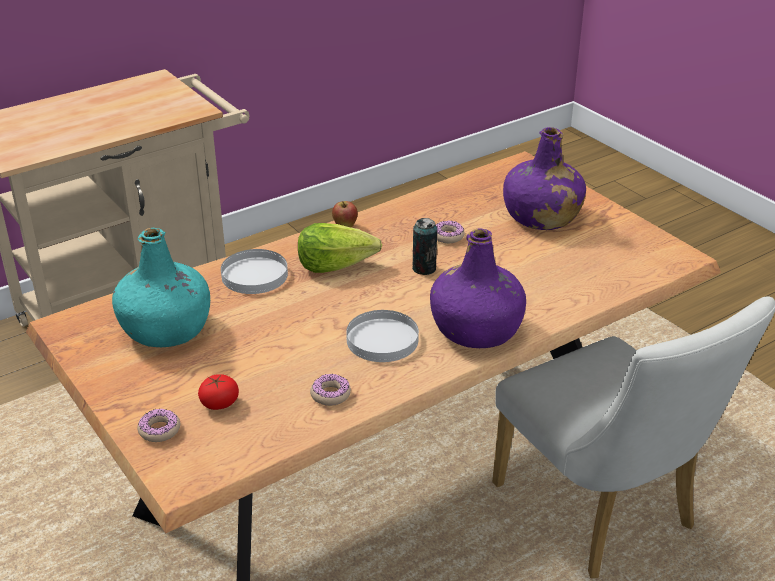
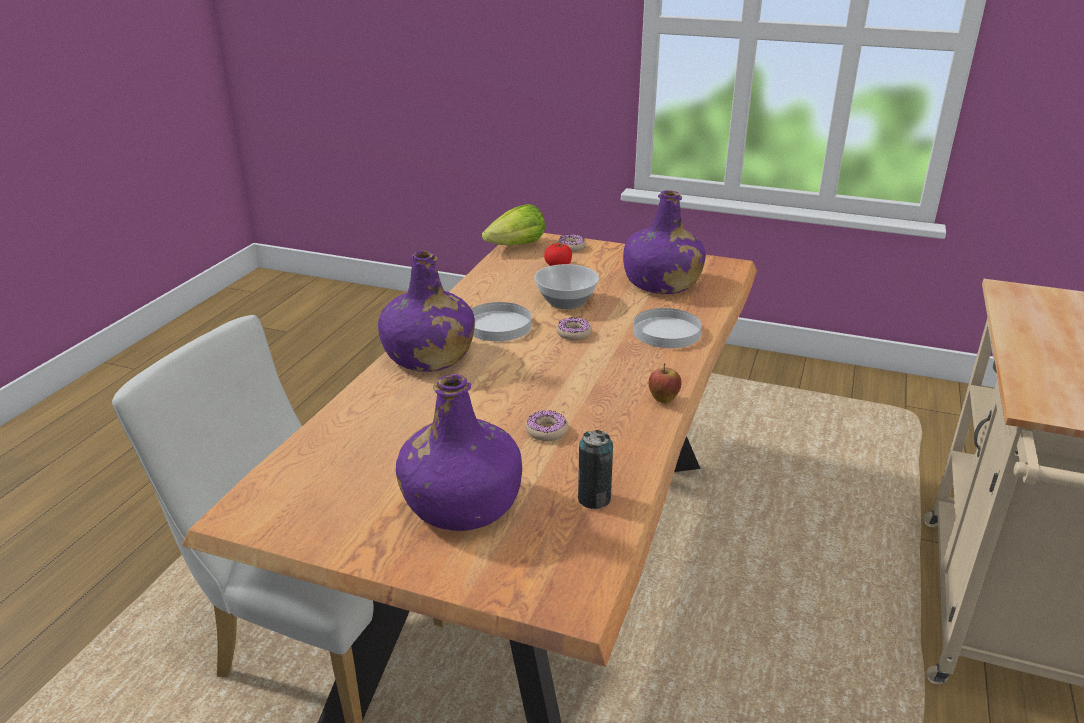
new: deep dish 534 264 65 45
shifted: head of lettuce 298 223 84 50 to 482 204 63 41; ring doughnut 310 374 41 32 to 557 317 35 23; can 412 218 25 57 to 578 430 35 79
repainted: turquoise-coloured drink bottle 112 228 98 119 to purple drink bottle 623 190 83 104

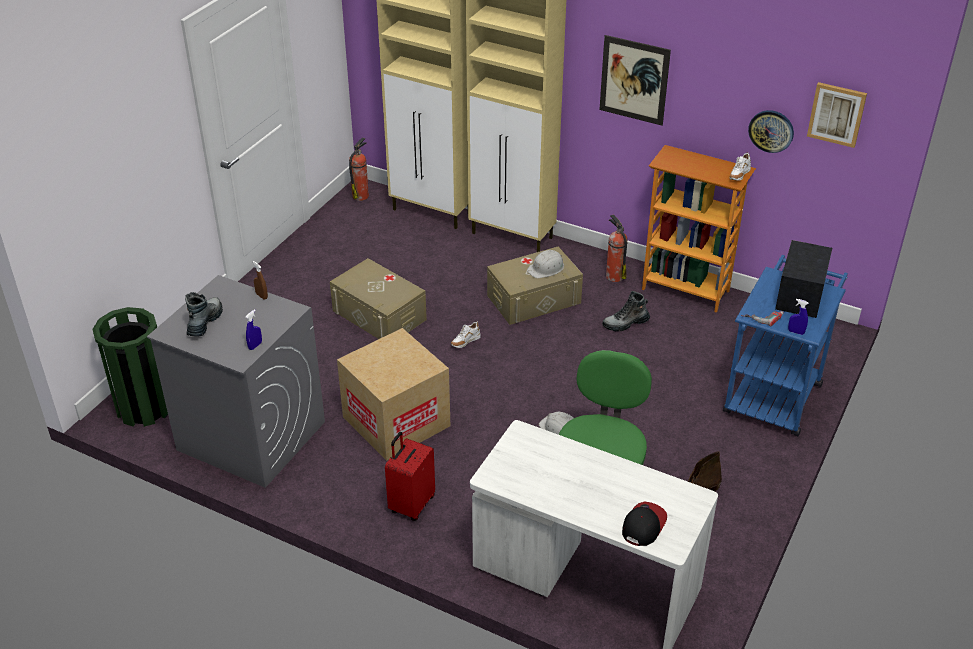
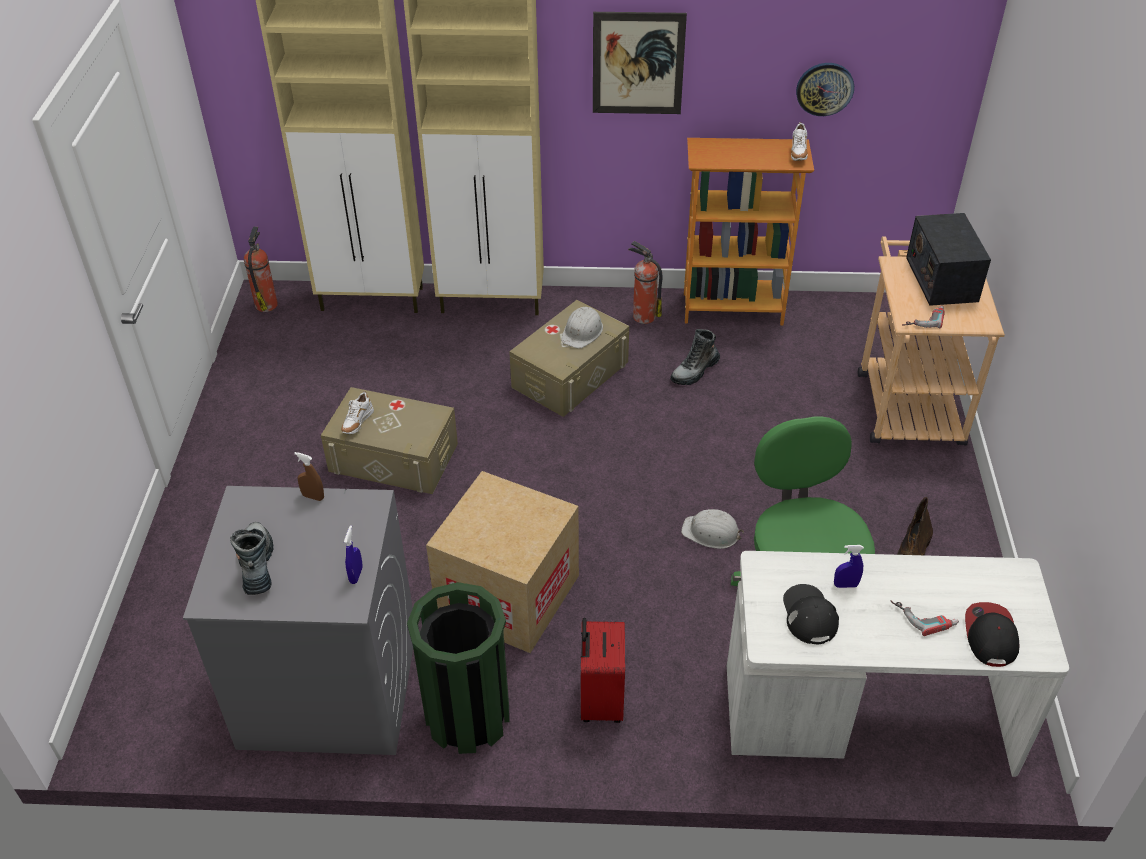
gone: wall art 807 82 60 66
new: black-coloured baseball cap 783 584 56 60; drill 891 600 68 36
shifted: green-coloured waste bin 92 307 76 120 to 407 582 102 172; white-coloured low shoe 451 321 30 27 to 341 391 33 43; bluish sprayer 788 299 20 36 to 834 545 30 43
repainted: bluish trolley 723 255 125 182 to sand-coloured trolley 858 236 147 210

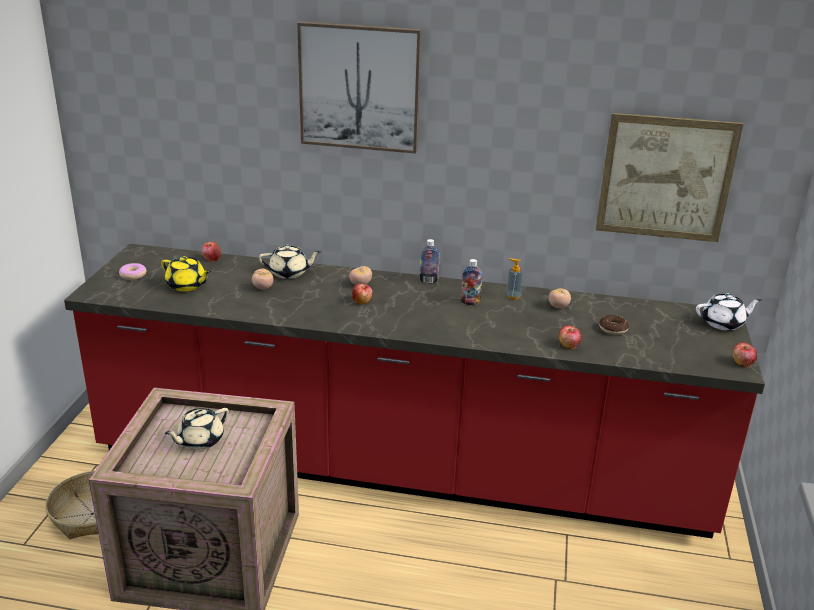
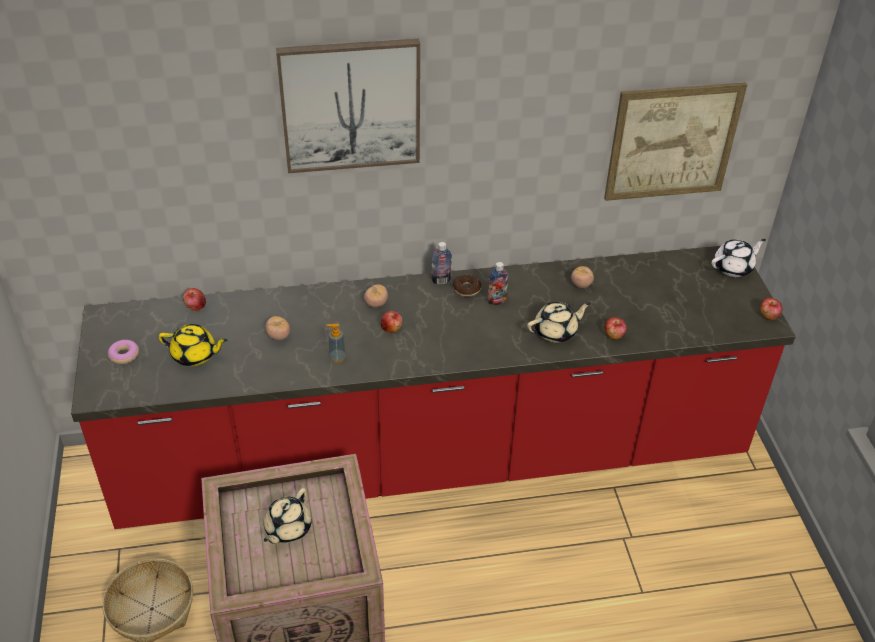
shifted: sand-coloured teapot 259 245 62 34 to 527 302 64 40; liquid soap bottle 506 258 17 42 to 326 324 20 39; ring doughnut 599 315 30 20 to 453 275 28 22

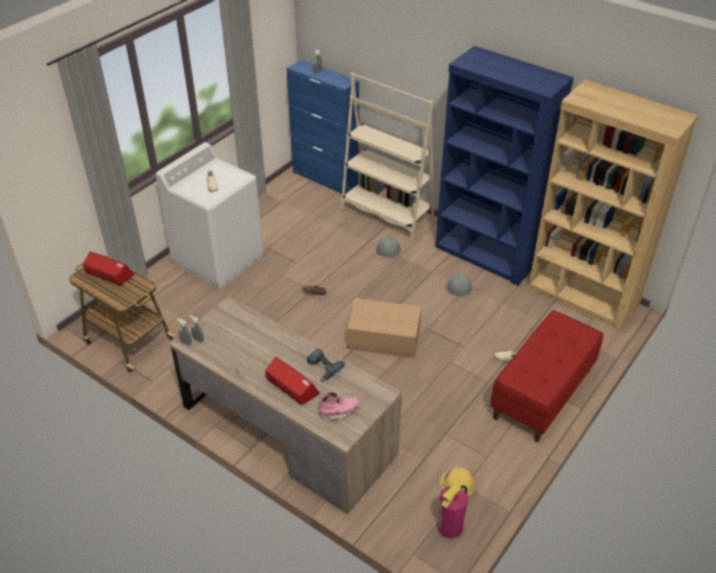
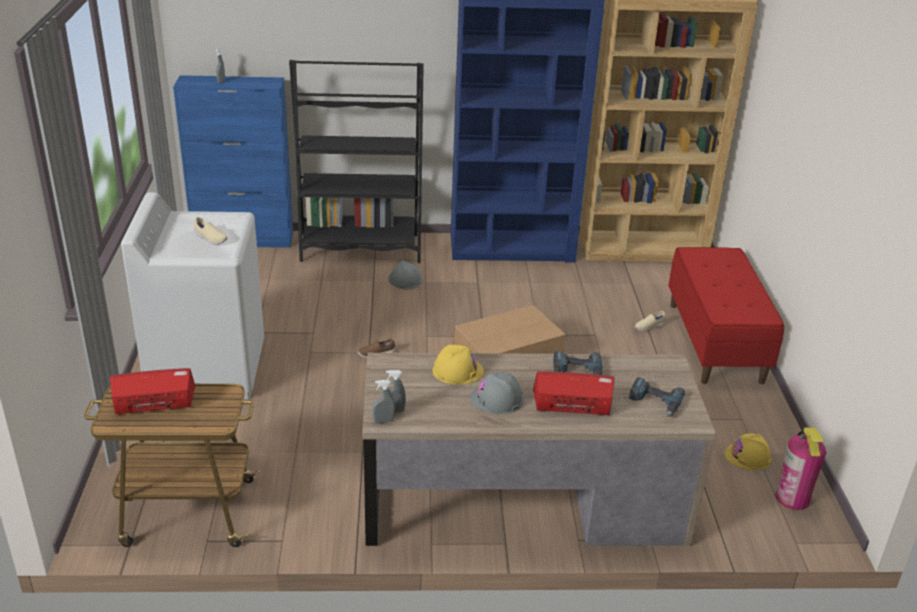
new: yellowish safety helmet 432 345 52 40
shifted: grey safety helmet 445 274 27 23 to 470 372 54 42
swapped: pink tall boot 319 392 40 30 to drill 629 377 56 40
repainted: sand-coloured shelving unit 340 72 95 169 to black-coloured shelving unit 289 60 135 203

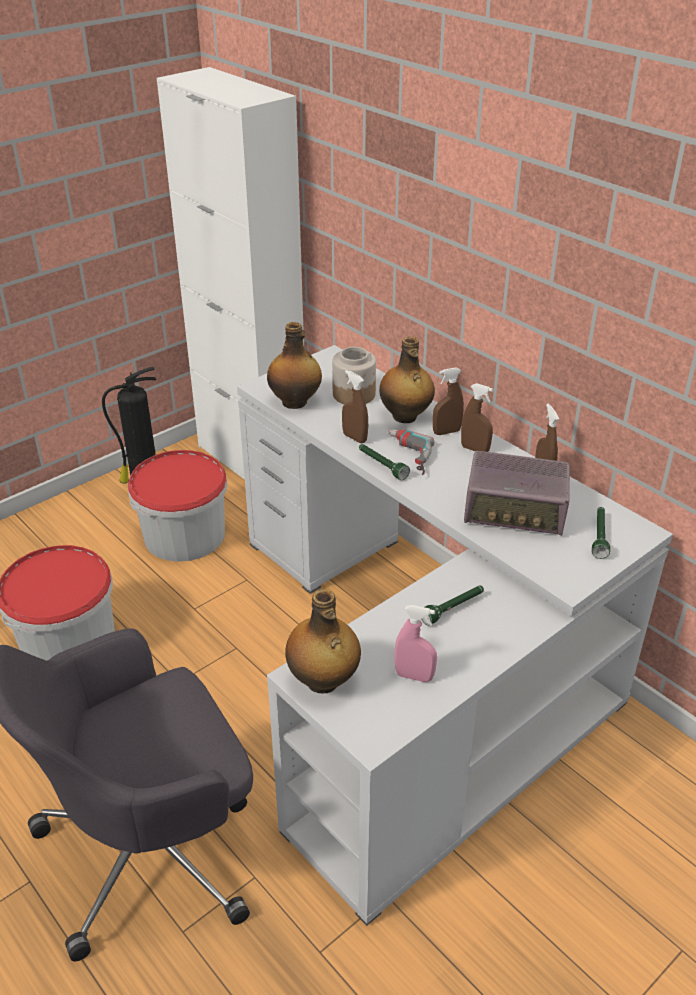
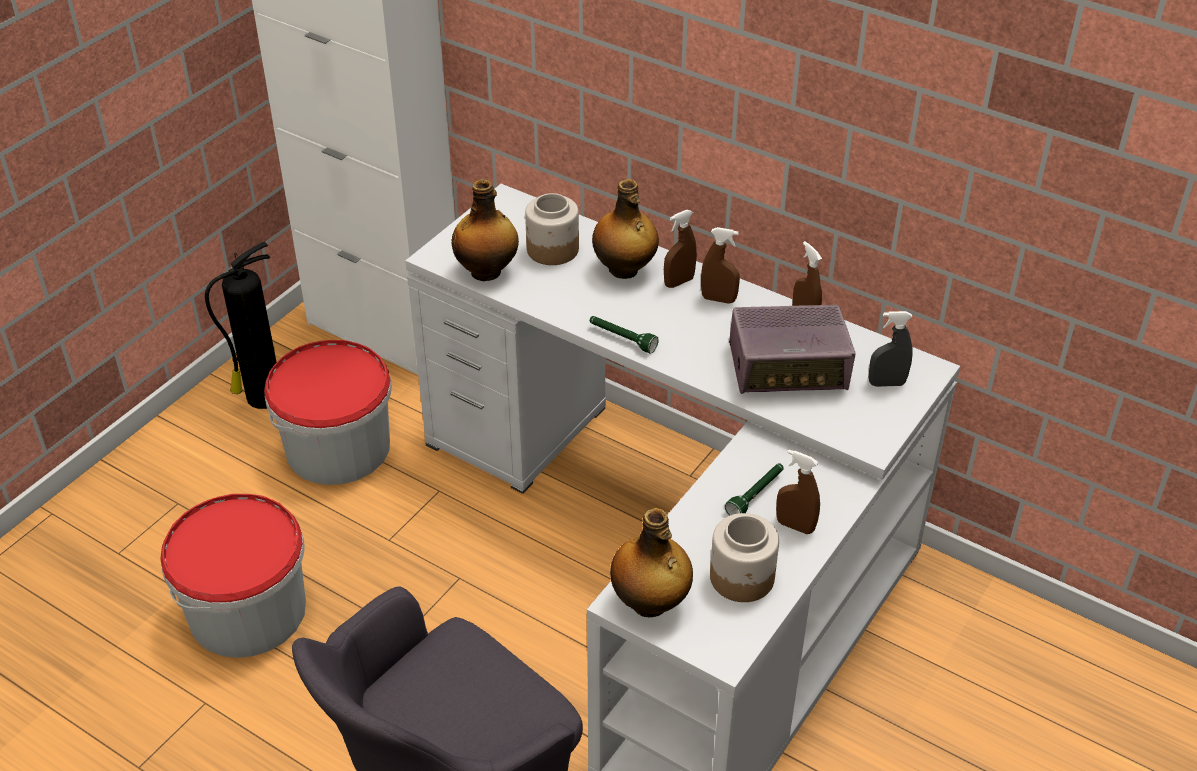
gone: drill 388 429 46 46
shifted: brown sprayer 342 370 26 73 to 776 449 44 85
swapped: pink sprayer 394 605 43 77 to jar 710 513 69 89; green-coloured torch 592 507 18 52 to grey sprayer 869 311 44 76

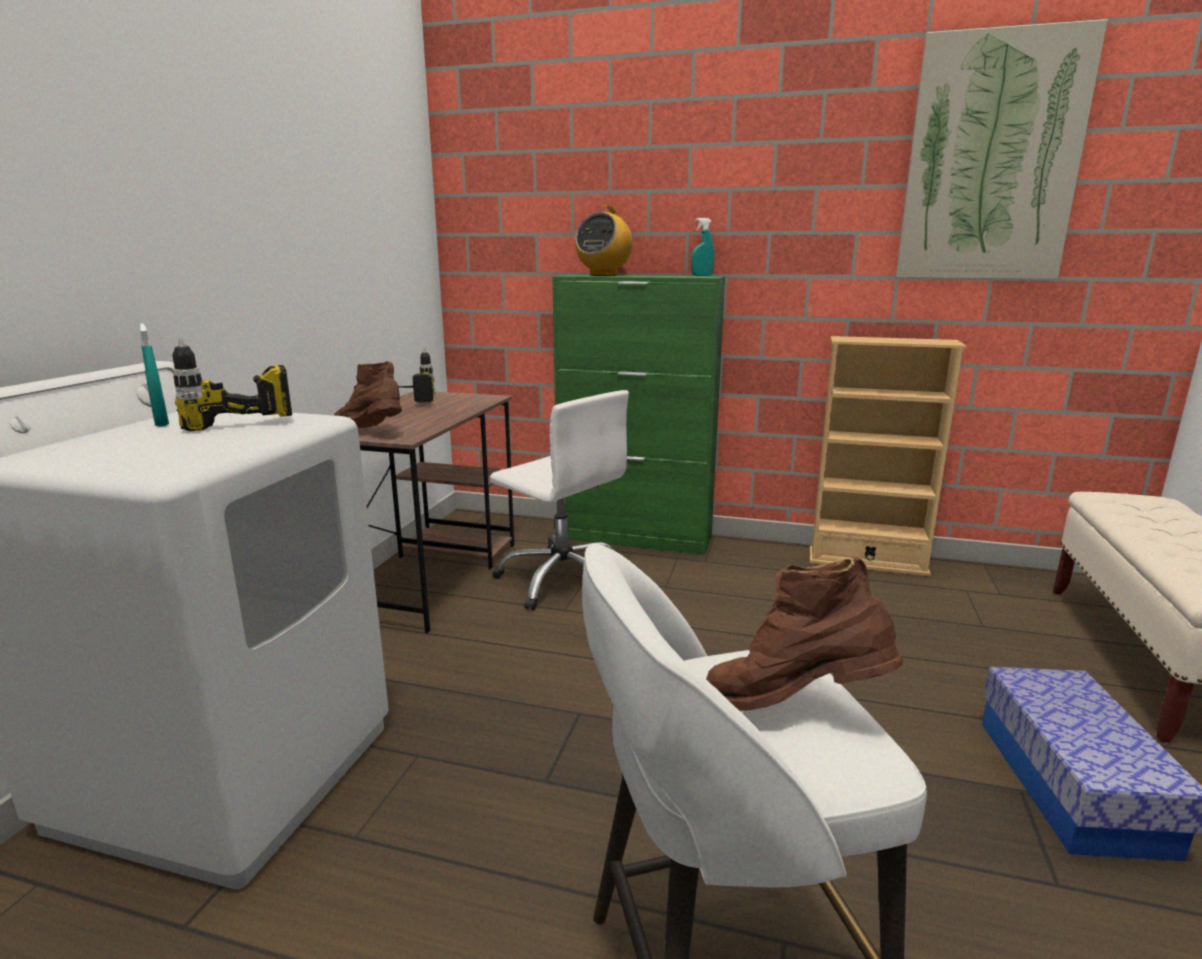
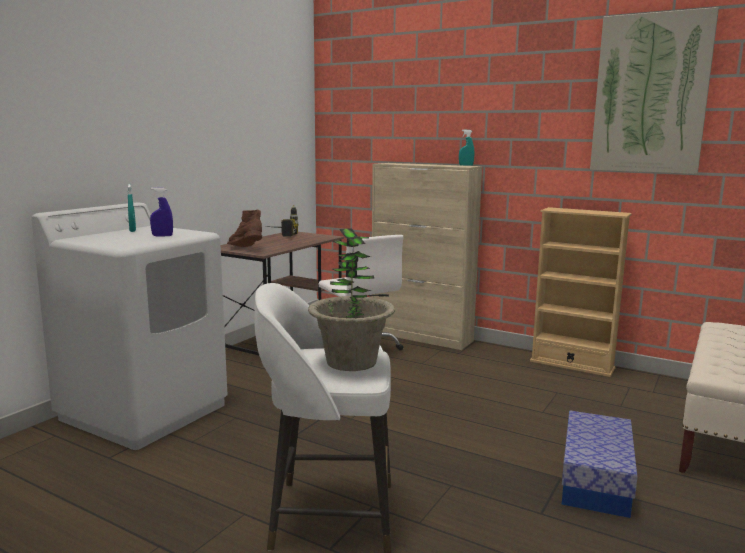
gone: radio set 575 206 58 70
swapped: drill 172 338 120 93 to bluish sprayer 150 187 23 50; brown tall boot 706 556 198 155 to plant in a pot 308 229 87 142
repainted: green-coloured storage cabinet 552 275 173 280 to sand-coloured storage cabinet 371 163 111 187

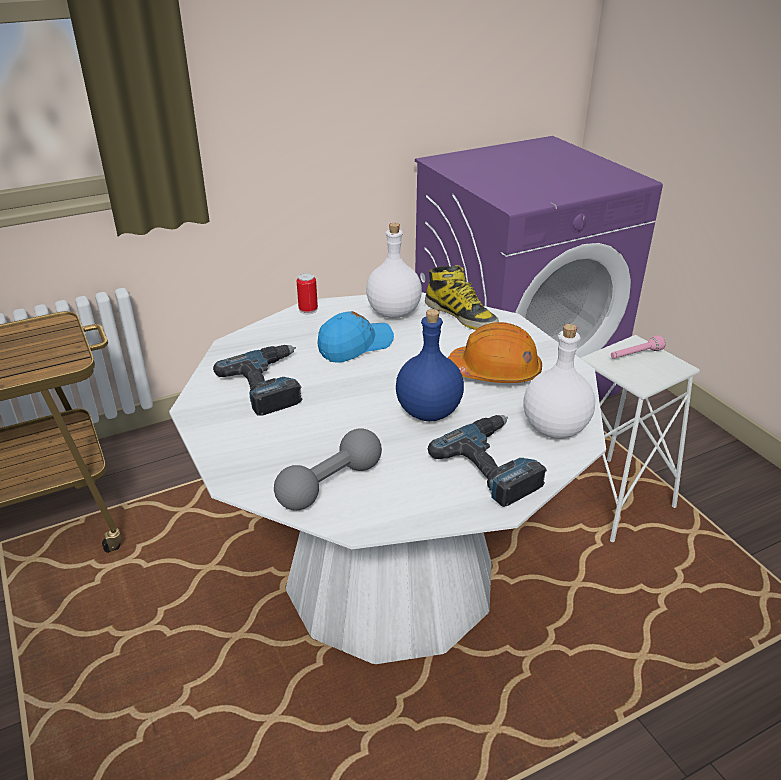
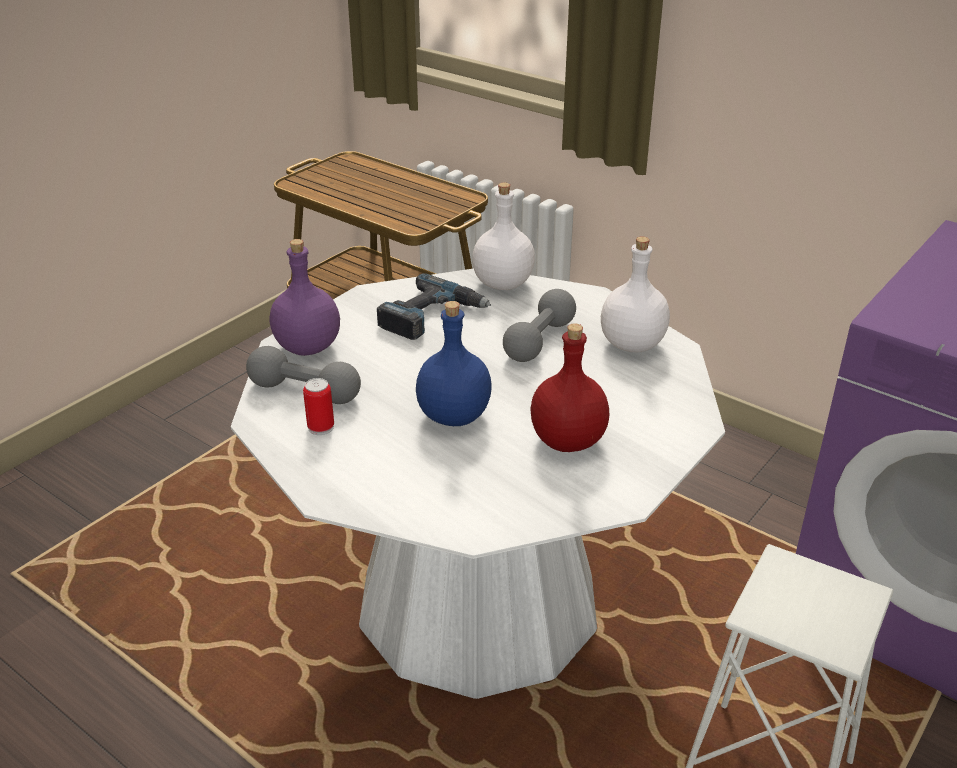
gone: tall boot 425 265 74 65; drill 428 415 119 92; pink torch 611 335 55 24
new: purple drink bottle 270 239 70 117
shifted: can 297 273 21 41 to 303 378 31 57; white-coloured drink bottle 523 324 72 115 to 472 183 63 107
swapped: bluish baseball cap 317 311 77 51 to grey hand weight 503 289 73 73; orange safety helmet 448 322 94 61 to red-coloured drink bottle 530 323 79 129

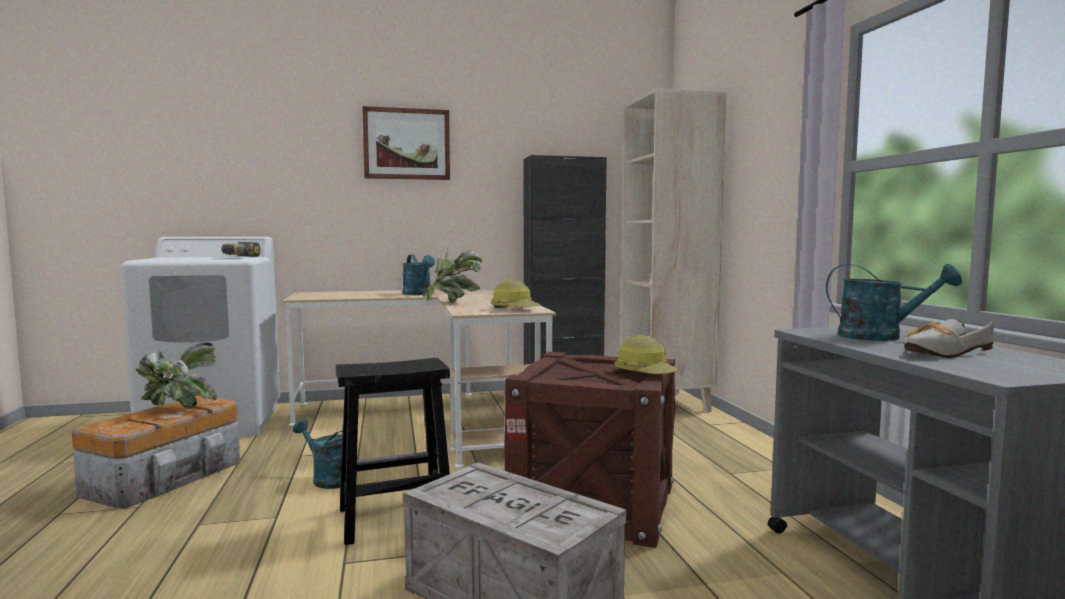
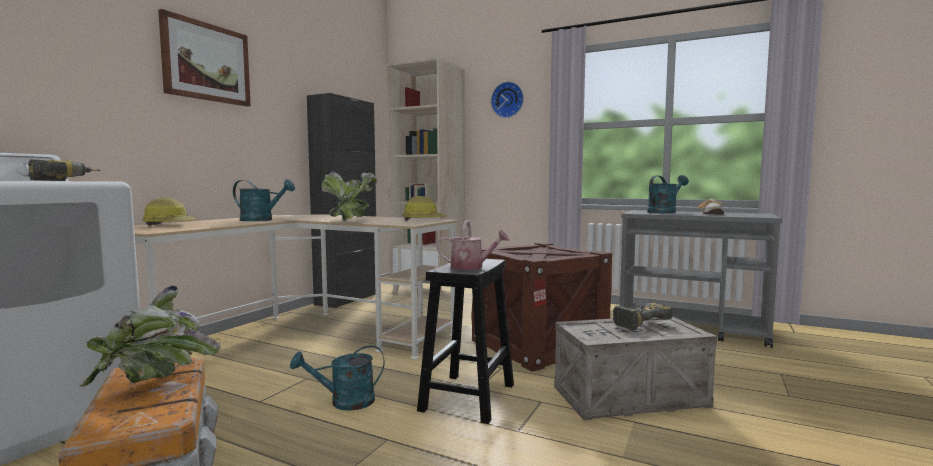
new: watering can 436 221 74 49; wall clock 491 82 33 36; drill 613 303 61 27
shifted: safety helmet 615 335 64 39 to 142 198 56 27

